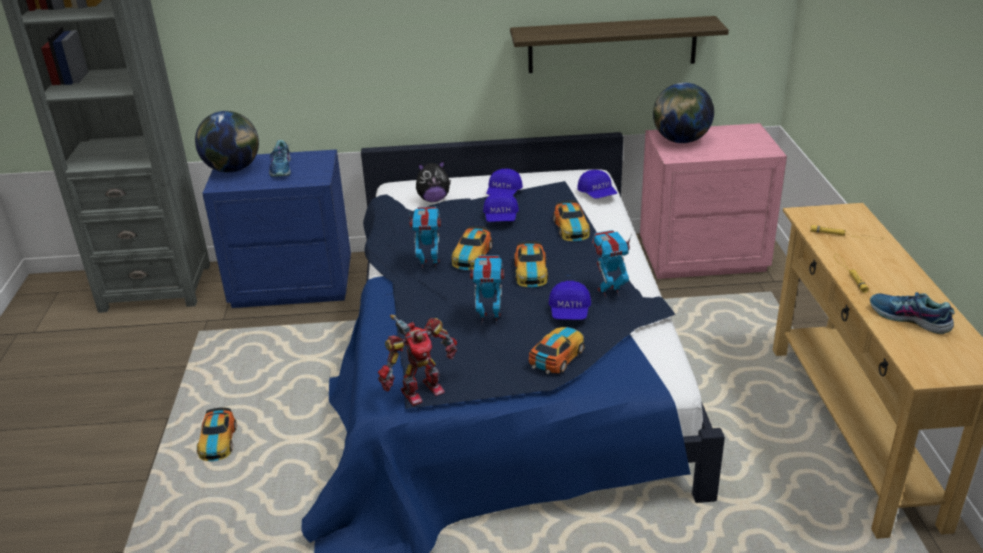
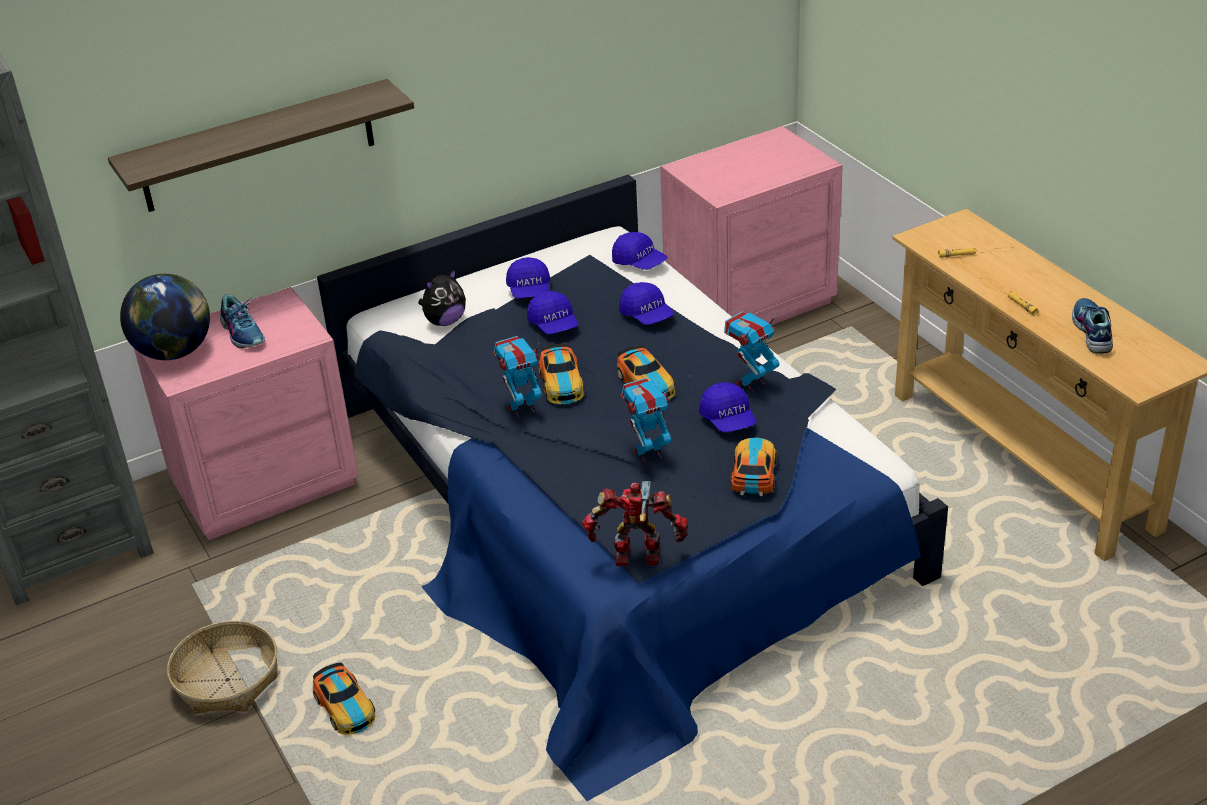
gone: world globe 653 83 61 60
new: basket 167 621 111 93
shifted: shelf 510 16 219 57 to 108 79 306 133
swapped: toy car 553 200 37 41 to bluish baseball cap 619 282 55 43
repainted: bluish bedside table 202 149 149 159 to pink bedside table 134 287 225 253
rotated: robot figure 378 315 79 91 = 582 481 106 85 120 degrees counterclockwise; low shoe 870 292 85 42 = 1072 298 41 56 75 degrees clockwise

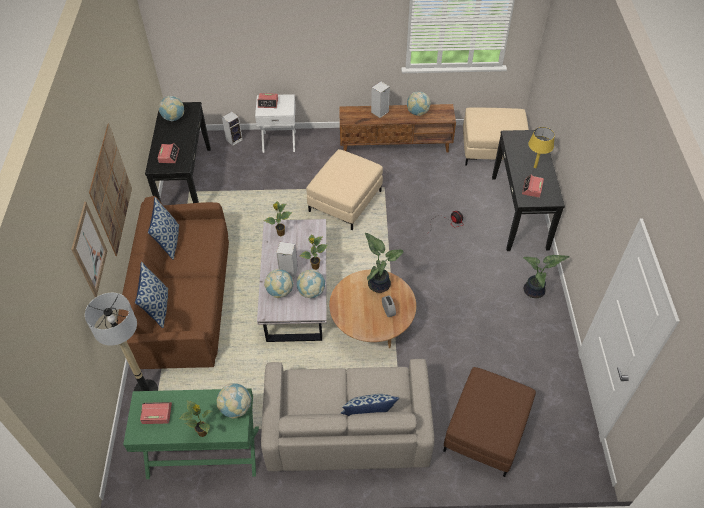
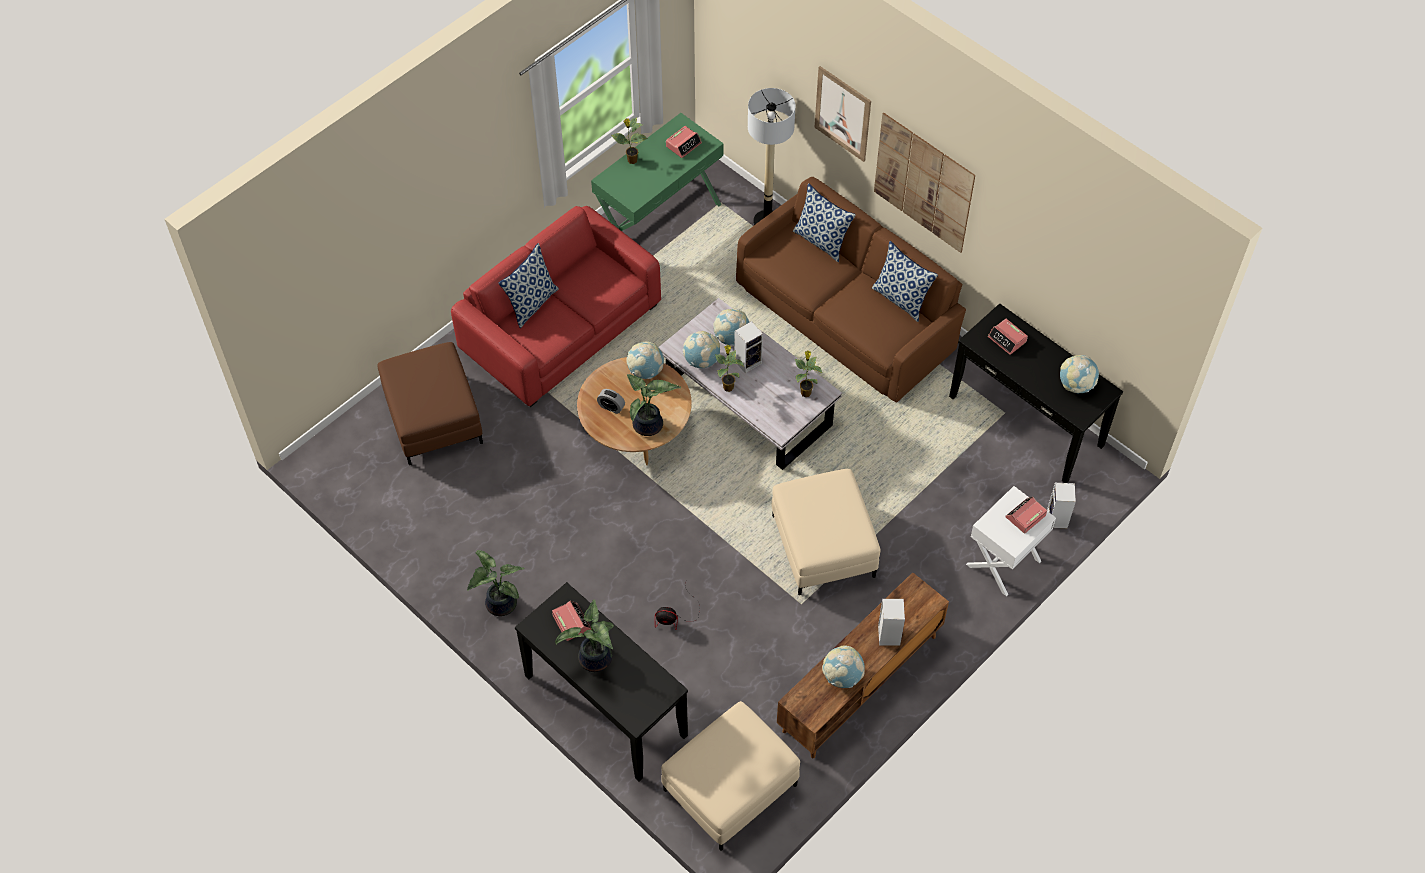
shifted: world globe 217 383 35 36 to 626 341 38 38
swapped: yellowish table lamp 528 127 27 41 to plant in a pot 555 599 59 73
repainted: sand-coloured couch 261 359 174 112 to red-coloured couch 451 206 210 201

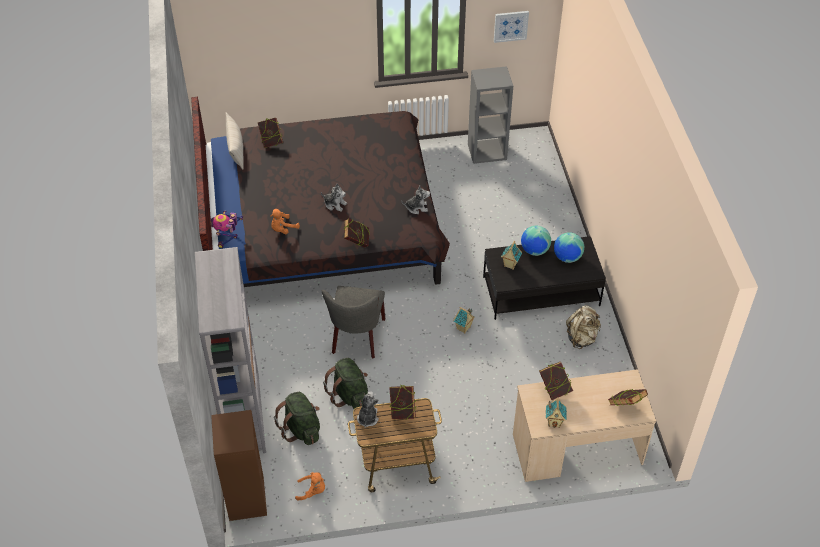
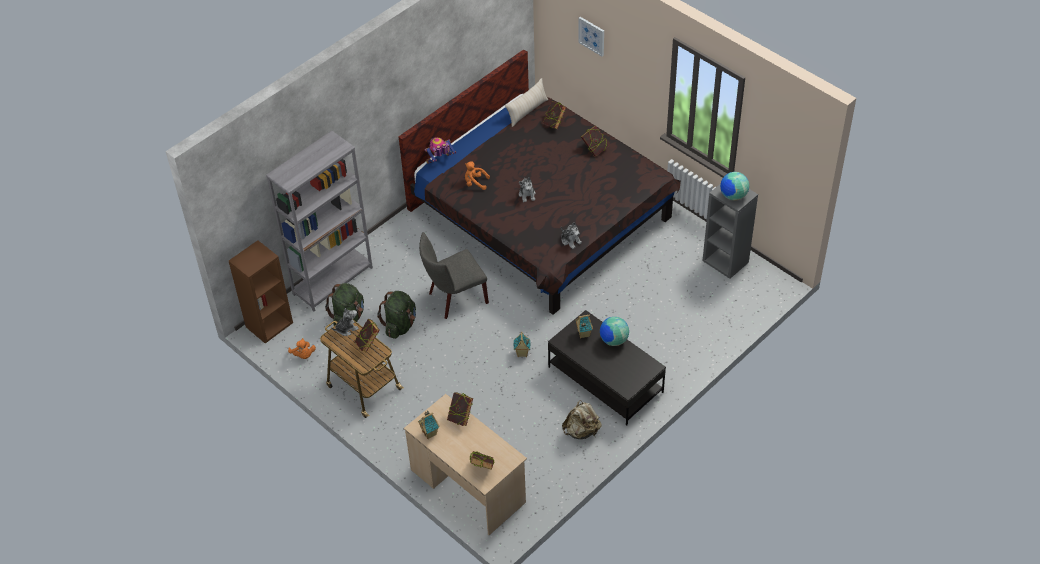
shifted: bound book 344 218 26 29 to 581 126 29 30; wall art 494 11 35 32 to 578 17 26 40; world globe 554 232 30 31 to 720 172 29 29

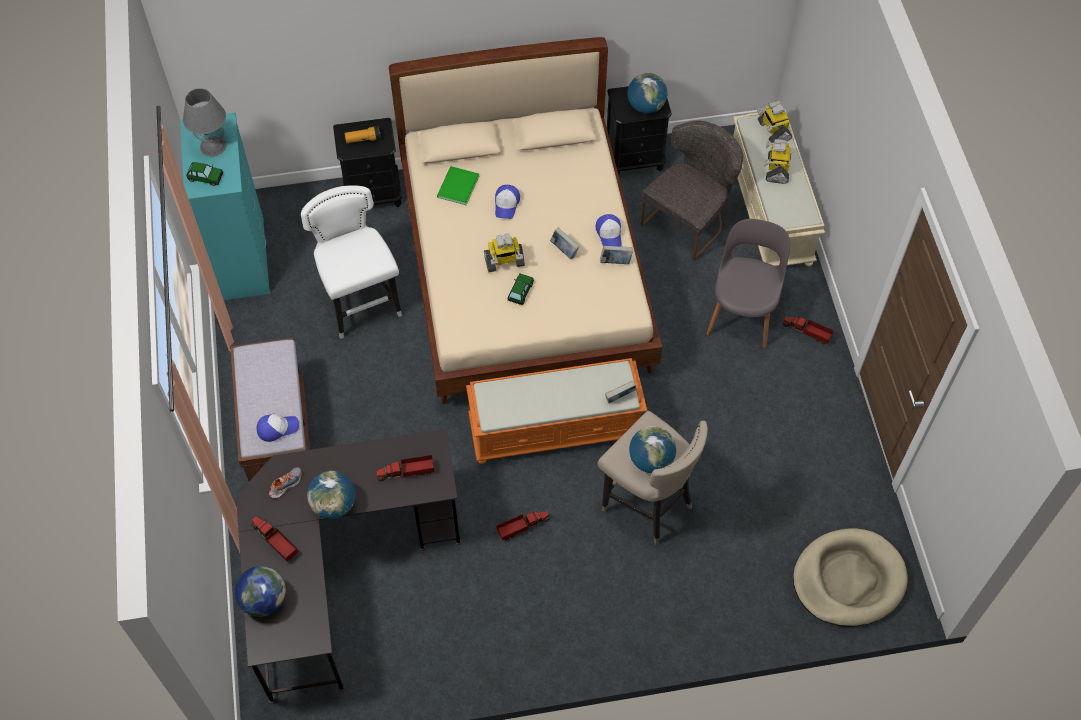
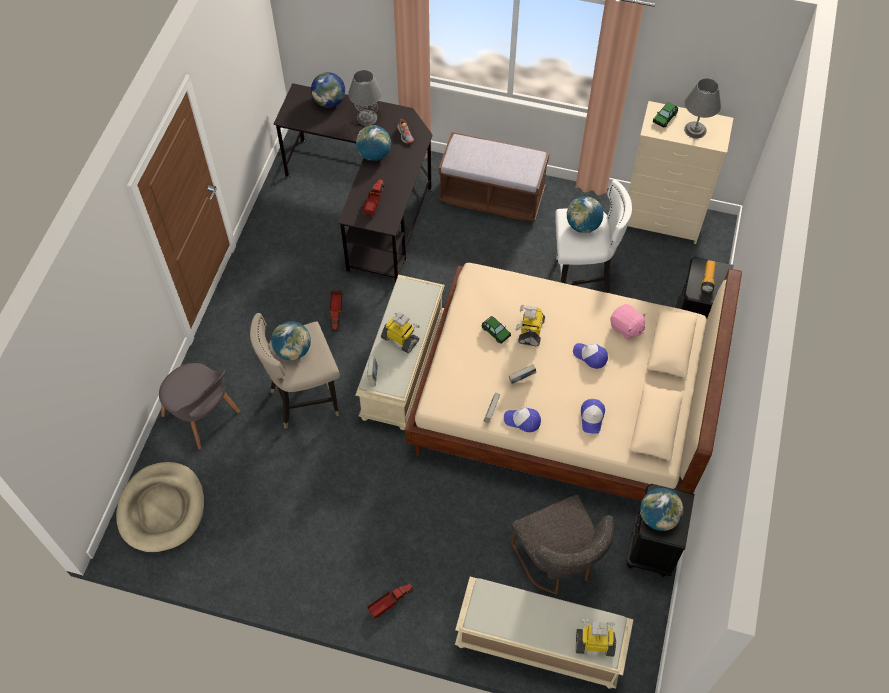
new: world globe 567 196 36 37
shifted: baseball cap 257 414 42 28 to 581 399 24 35; grey chair 706 219 84 130 to 159 363 81 86; robot figure 764 139 27 45 to 381 312 39 41
swapped: toy truck 251 517 48 45 to grey table lamp 348 70 34 56; green-coloured bound book 437 166 42 39 to pink plush toy 610 304 36 36
repainted: turquoise-coloured drawer chest 180 113 91 187 to sand-coloured drawer chest 628 101 105 143; orange indoor bench 466 358 181 106 to sand-coloured indoor bench 356 275 89 155

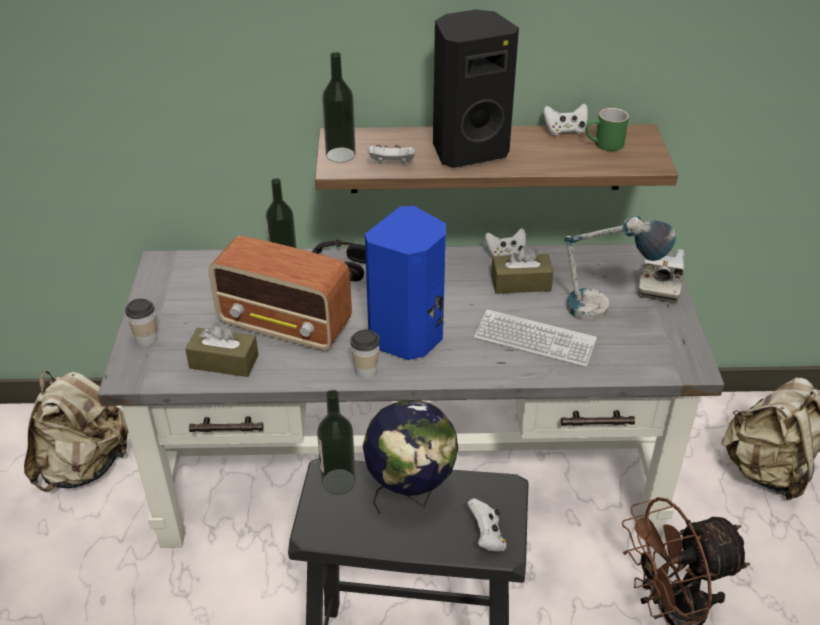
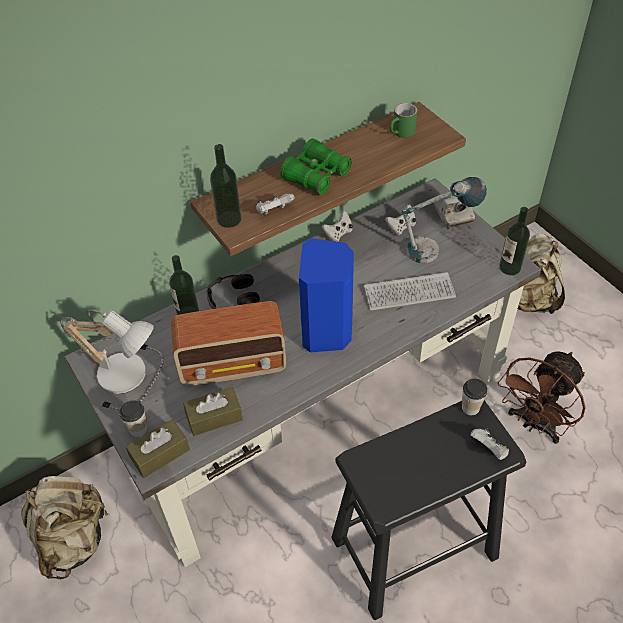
gone: world globe 362 399 96 116
new: table lamp 60 309 104 102
shifted: drink bottle 317 390 39 105 to 499 207 31 68; drinking cup 350 329 30 50 to 462 379 26 36; brown tissue holder 491 246 63 48 to 126 419 64 59; white-coloured game controller 543 103 45 33 to 385 204 31 31
swapped: black-coloured audio speaker 433 10 86 158 to green-coloured pair of binoculars 280 139 72 56

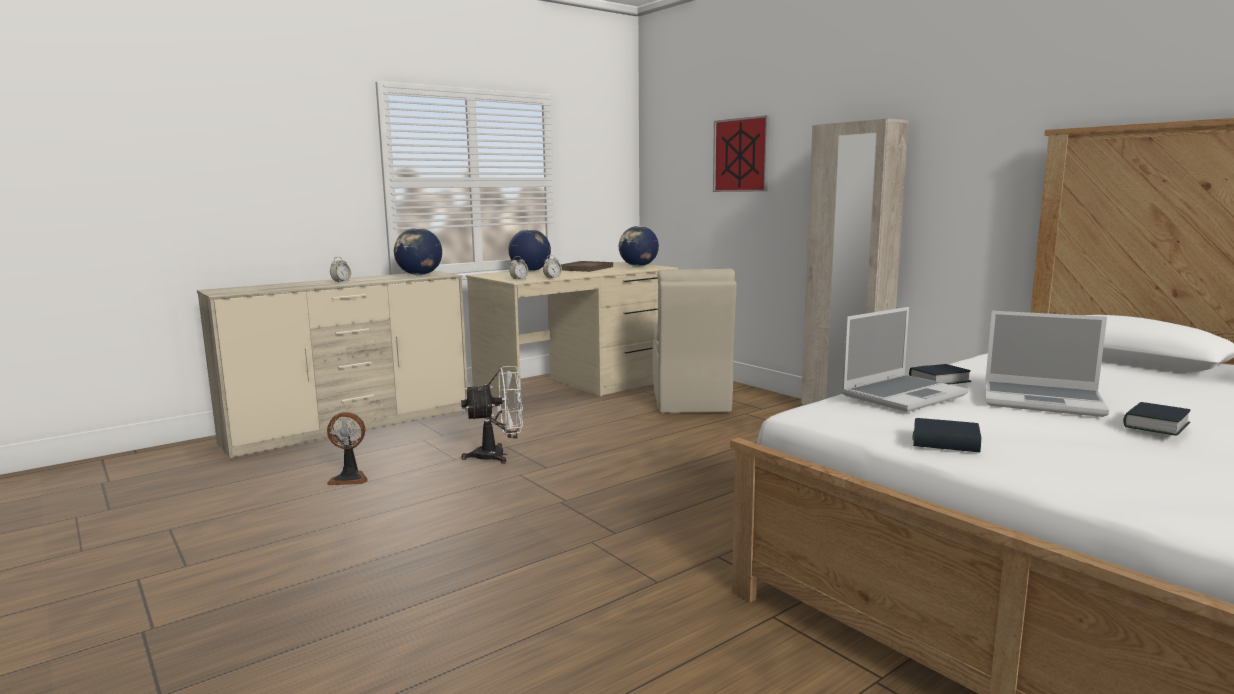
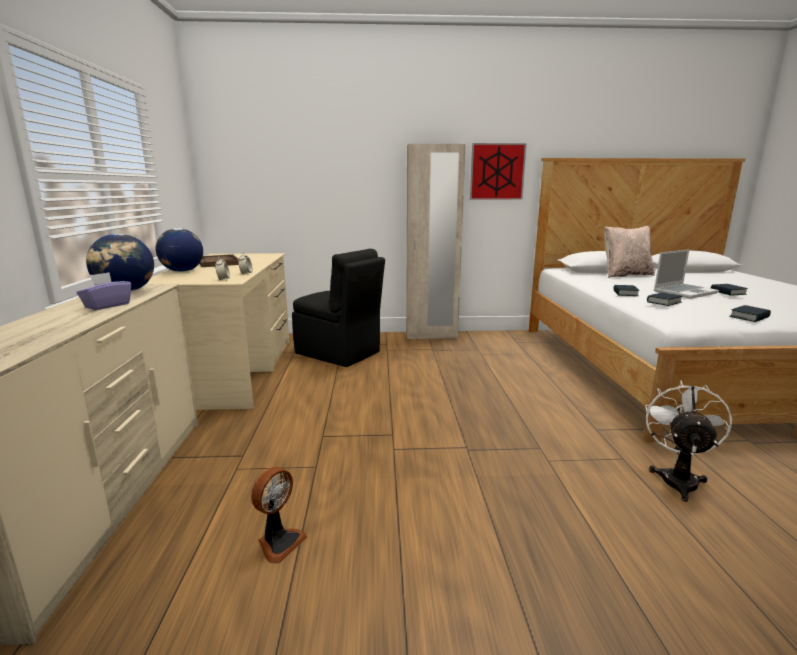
gone: table clock 330 257 21 25; world globe 619 226 40 40
new: purple tissue holder 77 272 54 38; sand-coloured pillow 604 226 51 52
shifted: white-coloured fan 461 366 62 98 to 645 380 87 122; wall art 713 115 57 77 to 470 143 57 57
swapped: notebook computer 841 307 127 105 to bound book 647 292 35 14
repainted: sand-coloured chair 652 269 85 144 to black-coloured chair 292 249 93 118

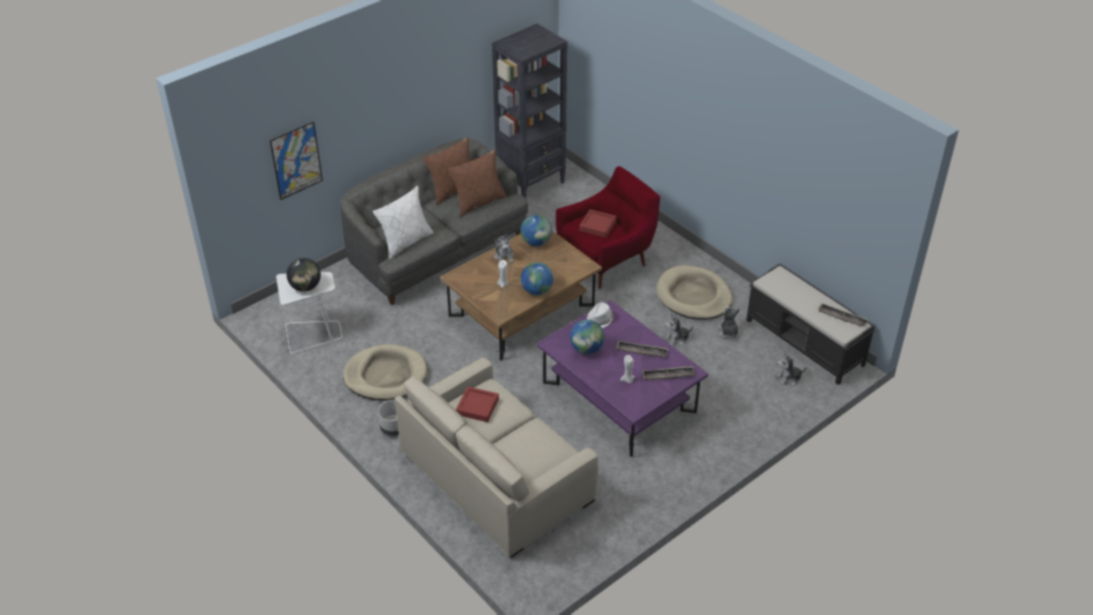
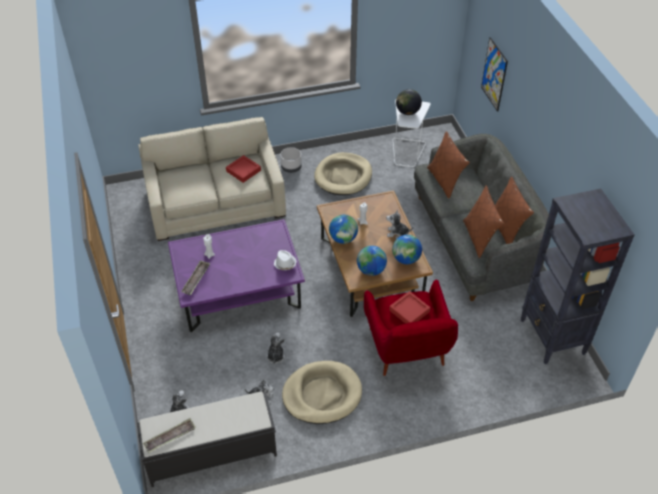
gone: carrying tray 616 340 52 17
shifted: world globe 570 320 34 34 to 357 246 30 30
repainted: white-coloured pillow 373 186 61 73 to brown pillow 427 131 43 68

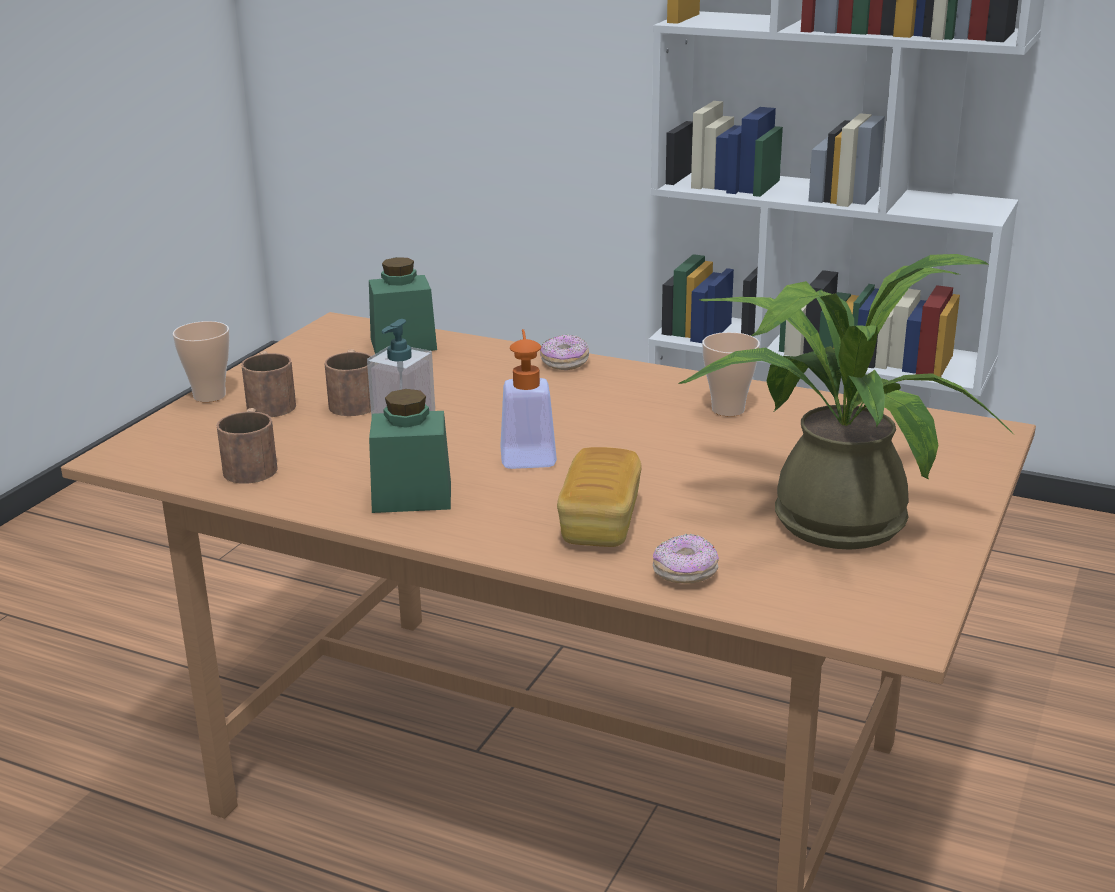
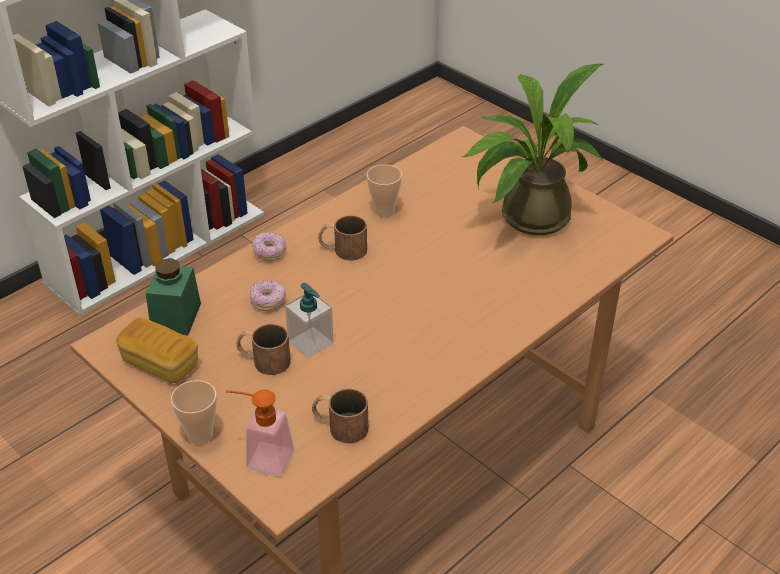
gone: green-coloured jar 369 389 82 124
shifted: brown coffee mug 241 351 55 66 to 318 215 49 45; liquid soap bottle 500 329 57 140 to 226 390 68 86; bakery bread 557 447 85 100 to 116 317 82 66; ring doughnut 653 534 66 50 to 250 280 36 31

